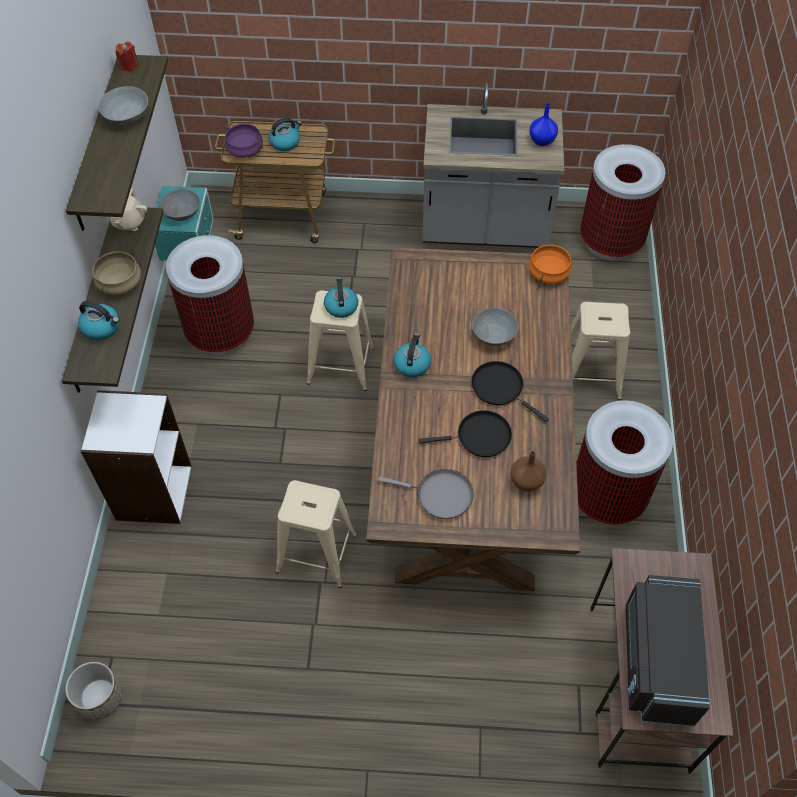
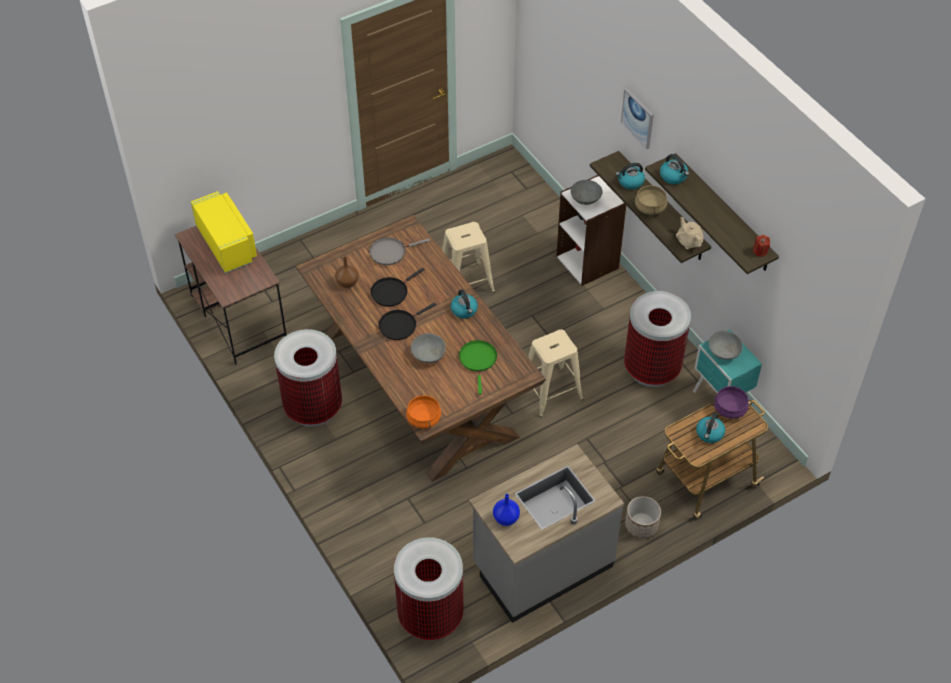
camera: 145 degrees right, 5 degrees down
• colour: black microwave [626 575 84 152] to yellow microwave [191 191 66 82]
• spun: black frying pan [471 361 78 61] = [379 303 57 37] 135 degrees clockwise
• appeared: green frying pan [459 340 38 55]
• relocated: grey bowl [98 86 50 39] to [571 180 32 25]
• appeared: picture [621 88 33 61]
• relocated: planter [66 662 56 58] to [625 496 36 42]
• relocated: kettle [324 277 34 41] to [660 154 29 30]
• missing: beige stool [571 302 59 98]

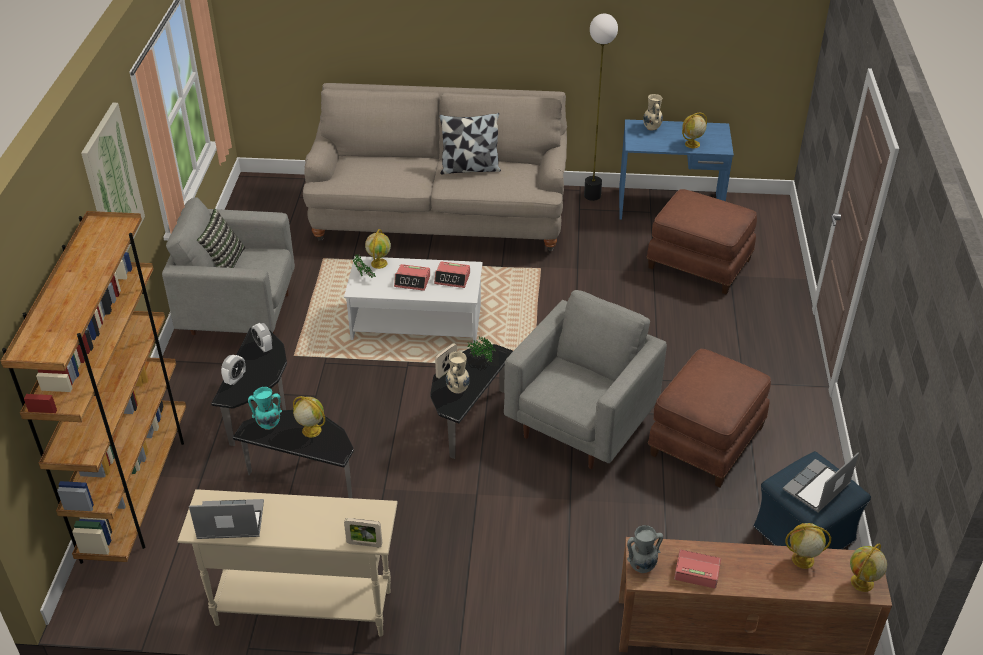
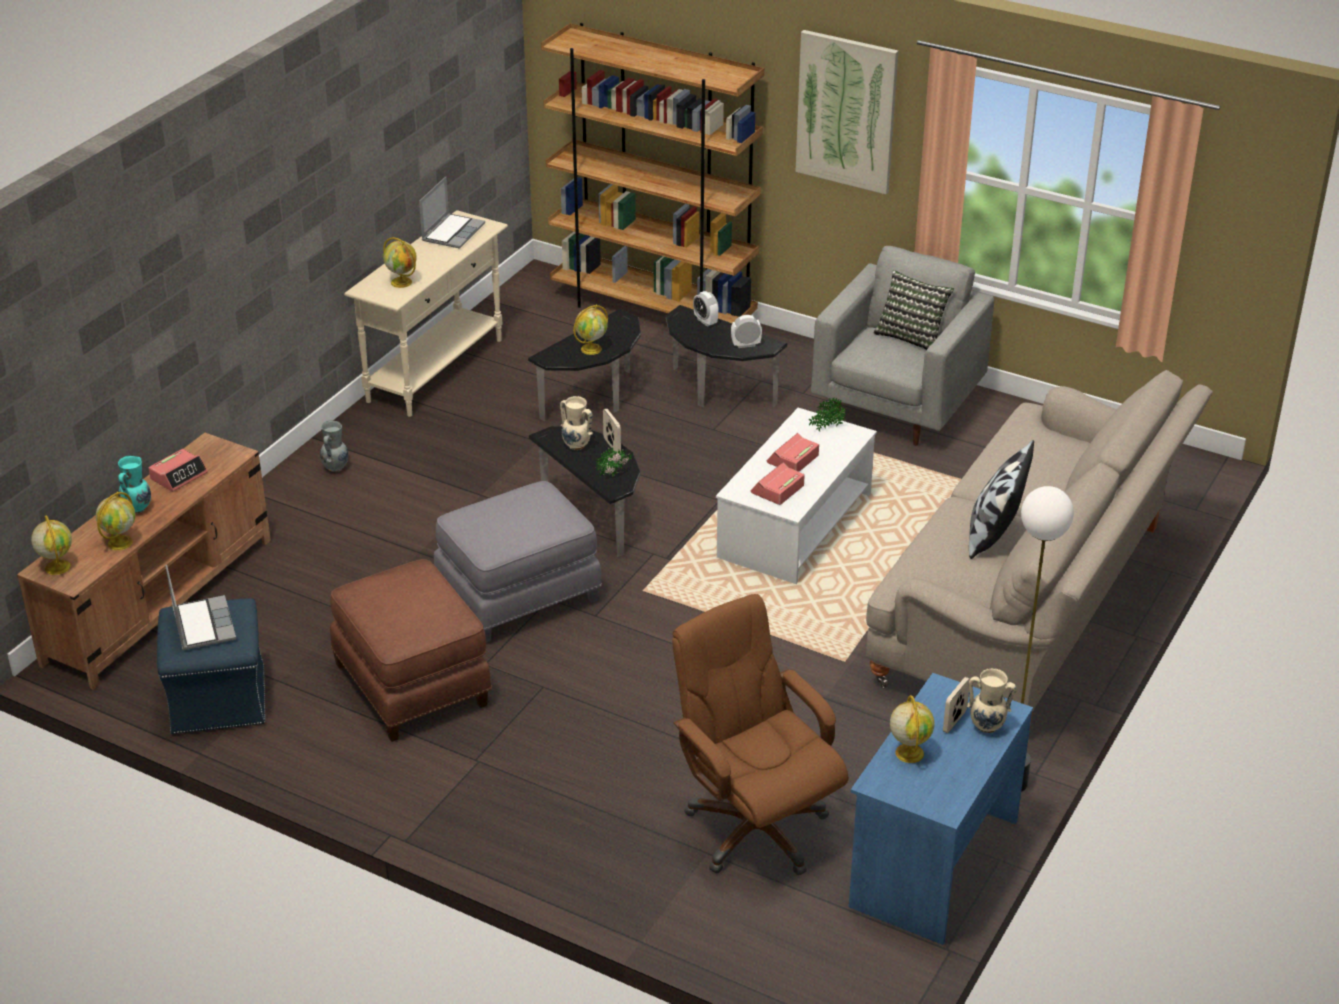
camera: 115 degrees right, 5 degrees down
• relocated: turquoise vase [248 387 34 43] to [118 456 33 57]
• relocated: grey vase [627 525 36 48] to [320 420 28 52]
• relocated: globe [365 229 26 40] to [383 237 34 51]
• exchanged: grey armchair [504 290 163 179] to grey ottoman [434 481 168 162]
• exchanged: brown ottoman [646 189 111 106] to brown office chair [672 594 176 282]
• relocated: picture frame [344 518 38 29] to [943 677 27 56]

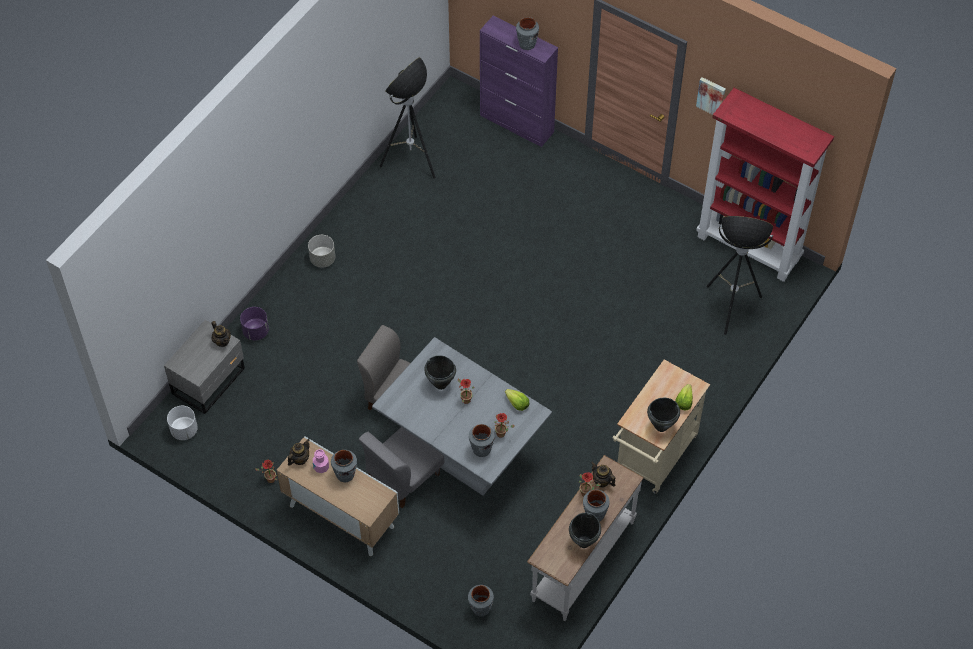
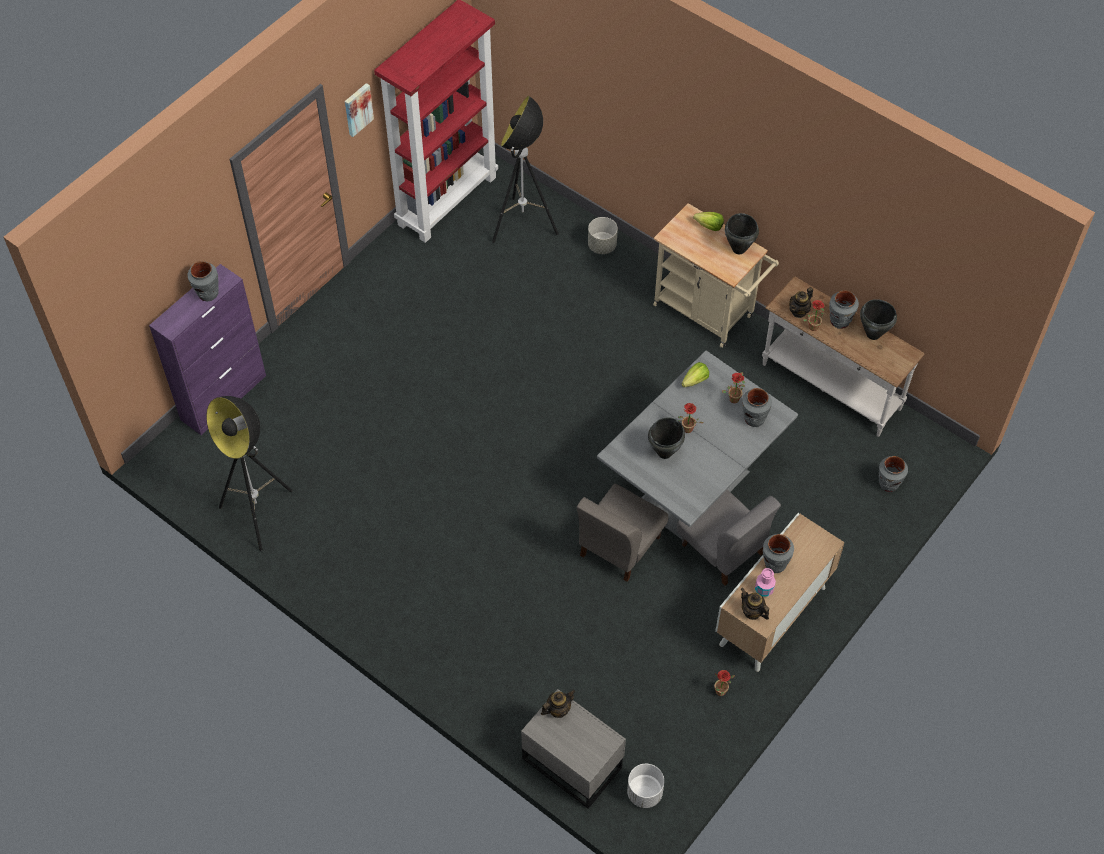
camera: 85 degrees left, 0 degrees up
• relocated: grey planter [308 235 27 33] to [588 217 30 37]
• missing: purple planter [240 307 29 33]

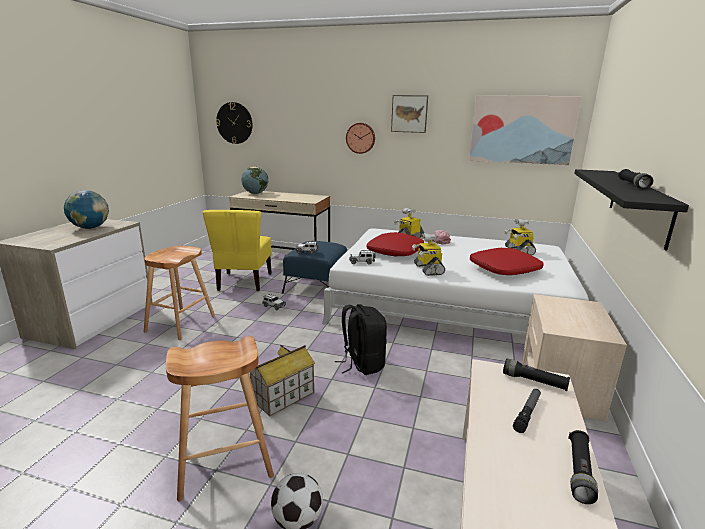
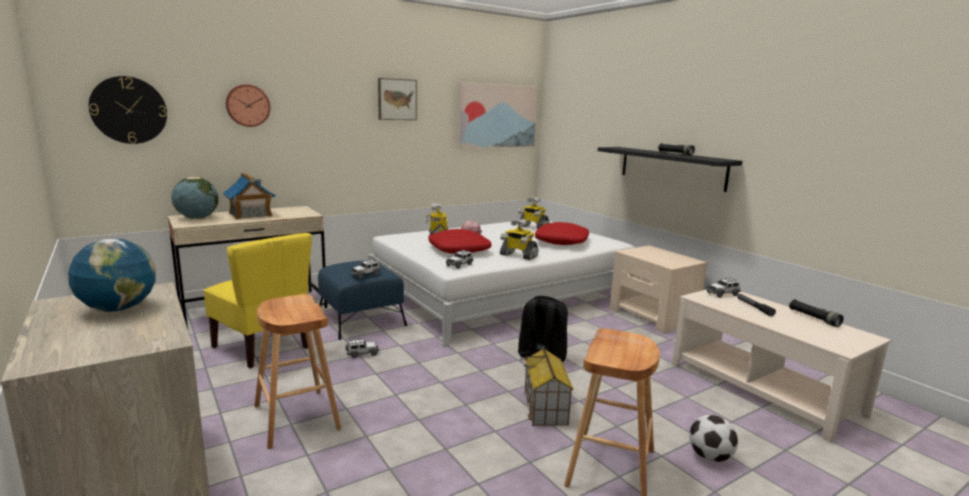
camera: 50 degrees left, 5 degrees down
• appeared: toy house [223 173 53 47]
• relocated: wall clock [346 123 29 31] to [226 84 44 43]
• exchanged: black flashlight [503 359 67 32] to toy car [706 278 35 20]

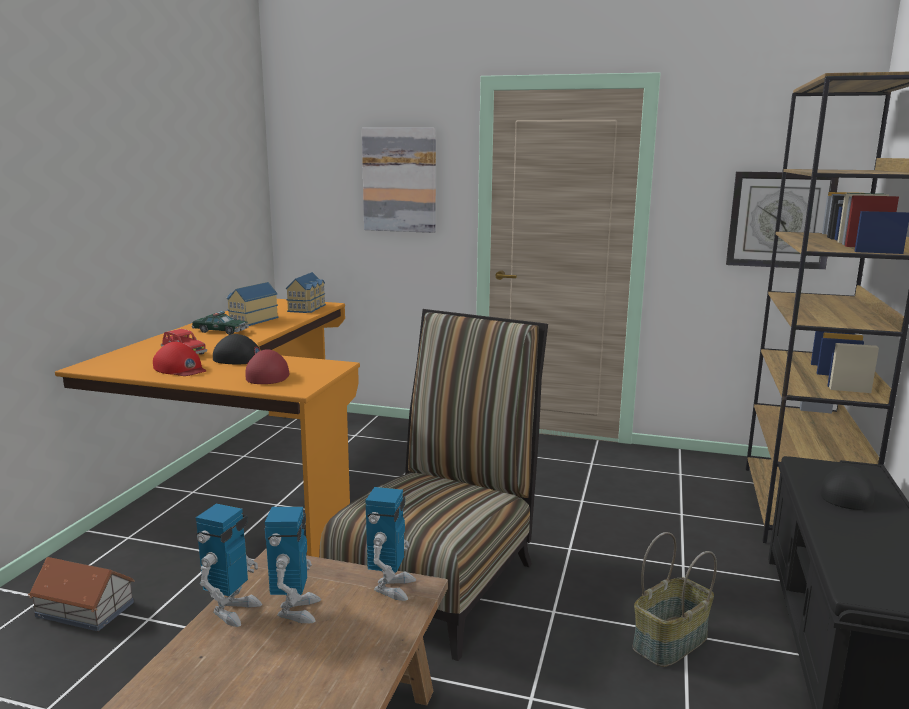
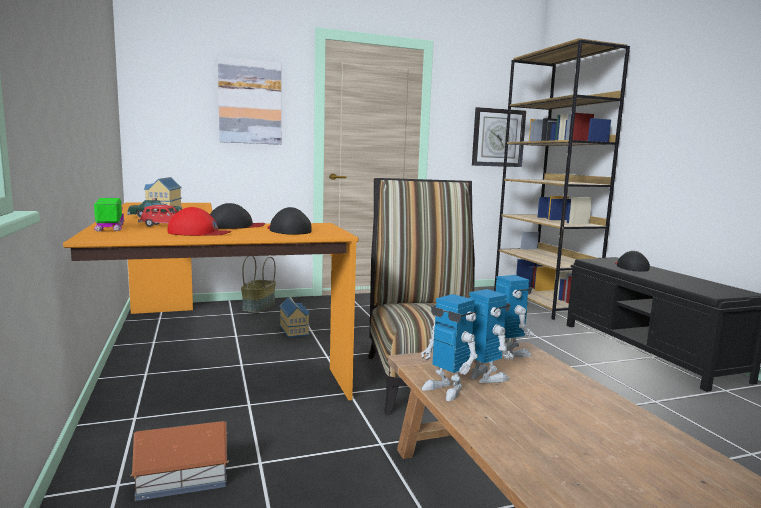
camera: 35 degrees left, 5 degrees down
• appeared: toy truck [94 198 30 34]
• relocated: basket [632 532 85 135] to [241 256 35 57]
• colour: red cap [245 349 44 35] to black cap [267 207 45 28]
• relocated: toy house [286 272 40 41] to [279 297 31 41]
• spun: toy robot [196 504 66 123] = [421 294 57 107] 150 degrees clockwise

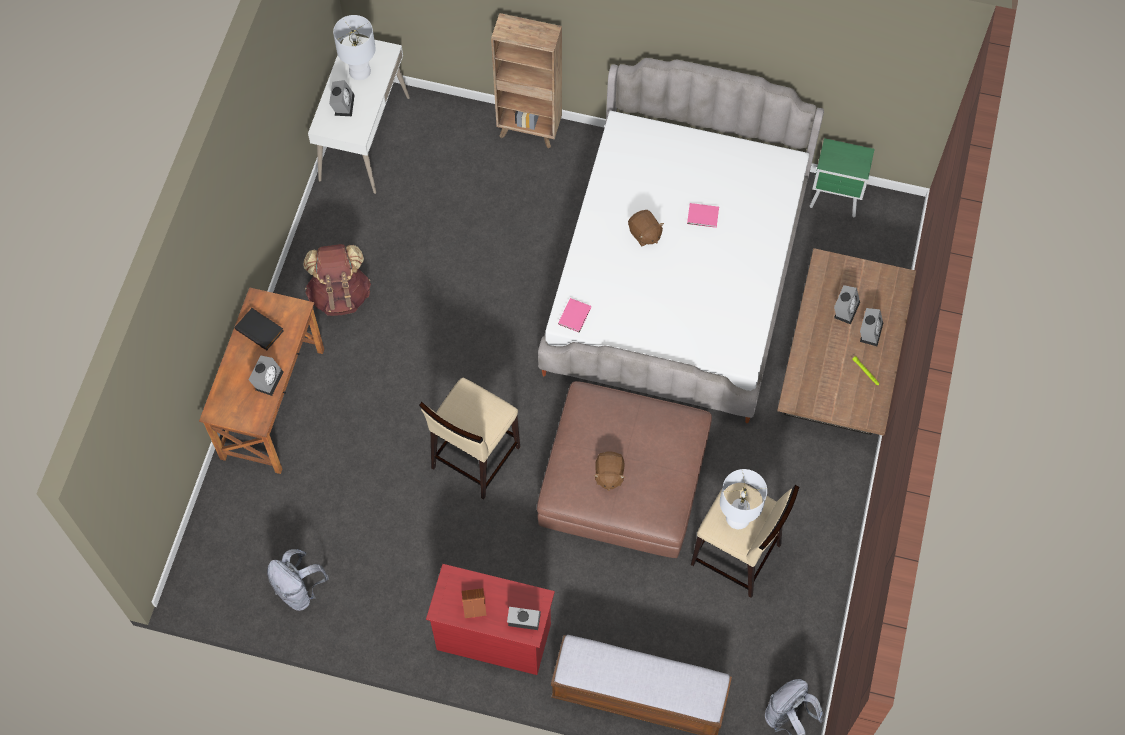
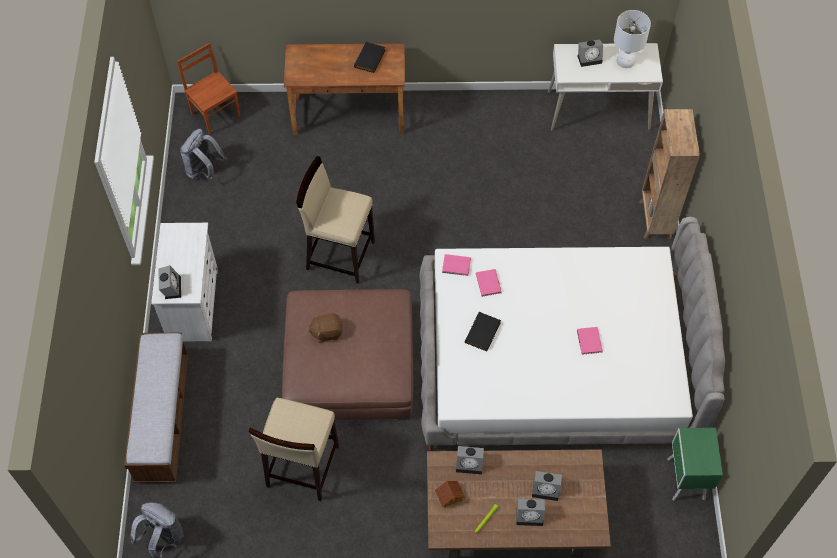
camera: 75 degrees right, 5 degrees down
• colour: red dresser [426 564 129 111] to white dresser [151 223 67 118]
• appeared: brown chair [177 43 63 92]
• relocated: toy house [462 588 25 30] to [435 481 30 27]
• relocated: alarm clock [249 355 34 41] to [456 446 28 28]
• appeared: black book [465 312 36 39]
• appeared: pink book [476 269 26 28]
• missing: brown backpack [304 244 67 72]
• missing: brown plush toy [628 210 36 36]
• missing: white table lamp [720 469 47 60]

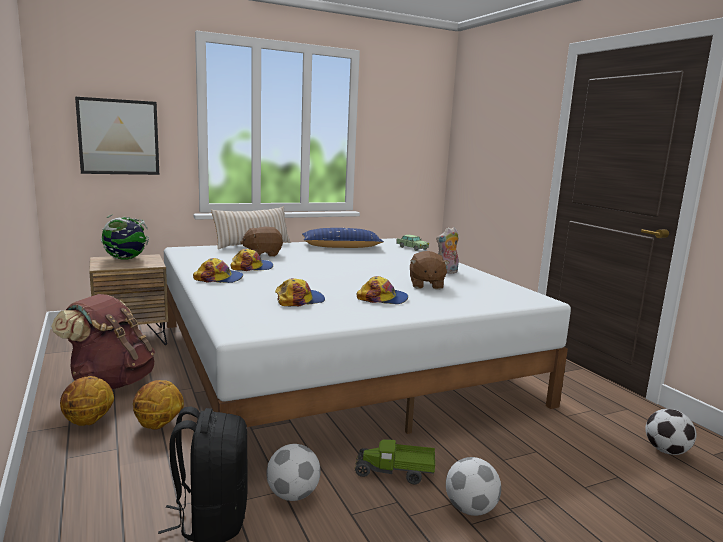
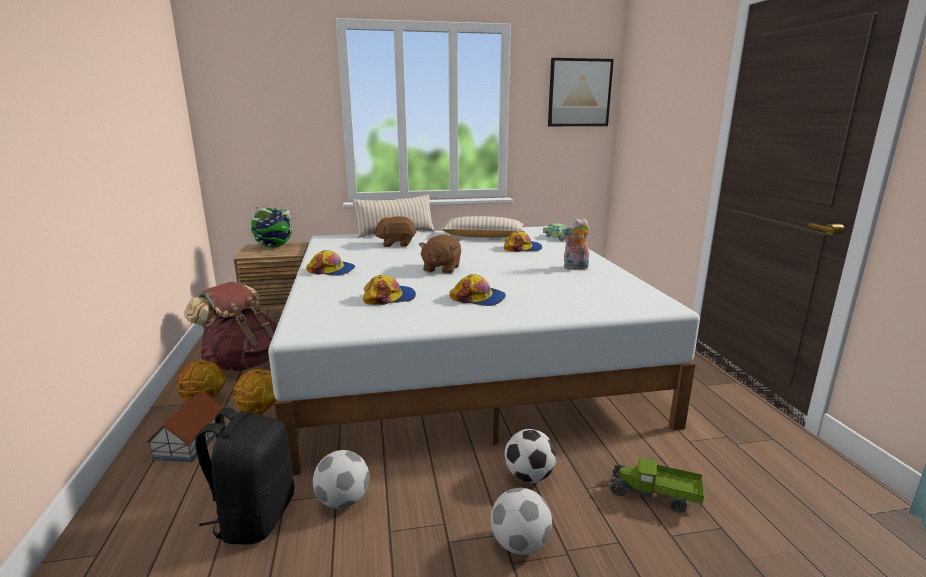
camera: 15 degrees right, 5 degrees up
• appeared: toy house [146 390 80 72]
• relocated: brown plush toy [410 251 40 39] to [419 234 42 40]
• colour: blue pillow [302 228 82 20] to beige pillow [440 216 84 22]
• relocated: cap [230 249 43 22] to [504 231 38 21]
• relocated: football [645 409 51 46] to [505 429 51 54]
• relocated: picture [75 97 84 78] to [548 58 66 68]
• relocated: toy truck [354 439 81 46] to [609 458 95 55]

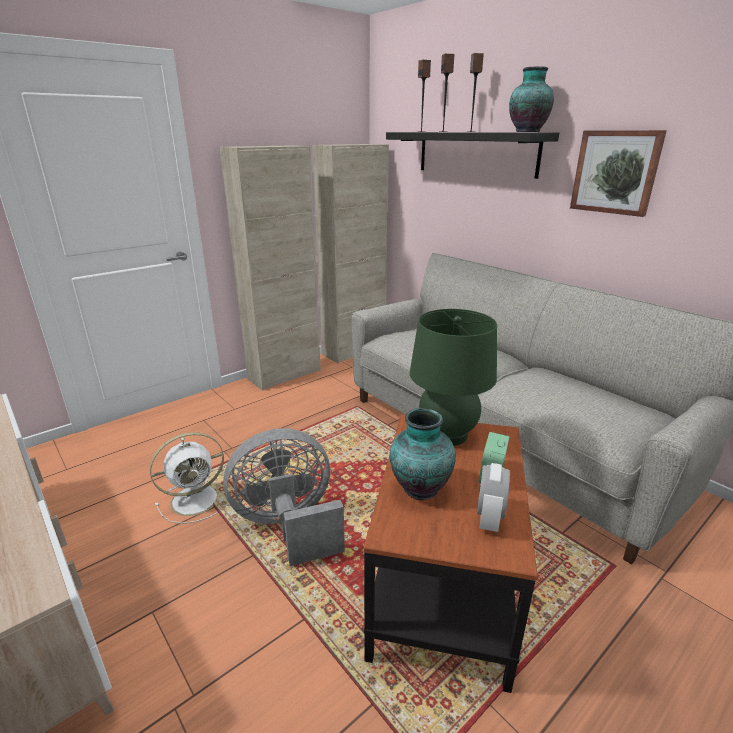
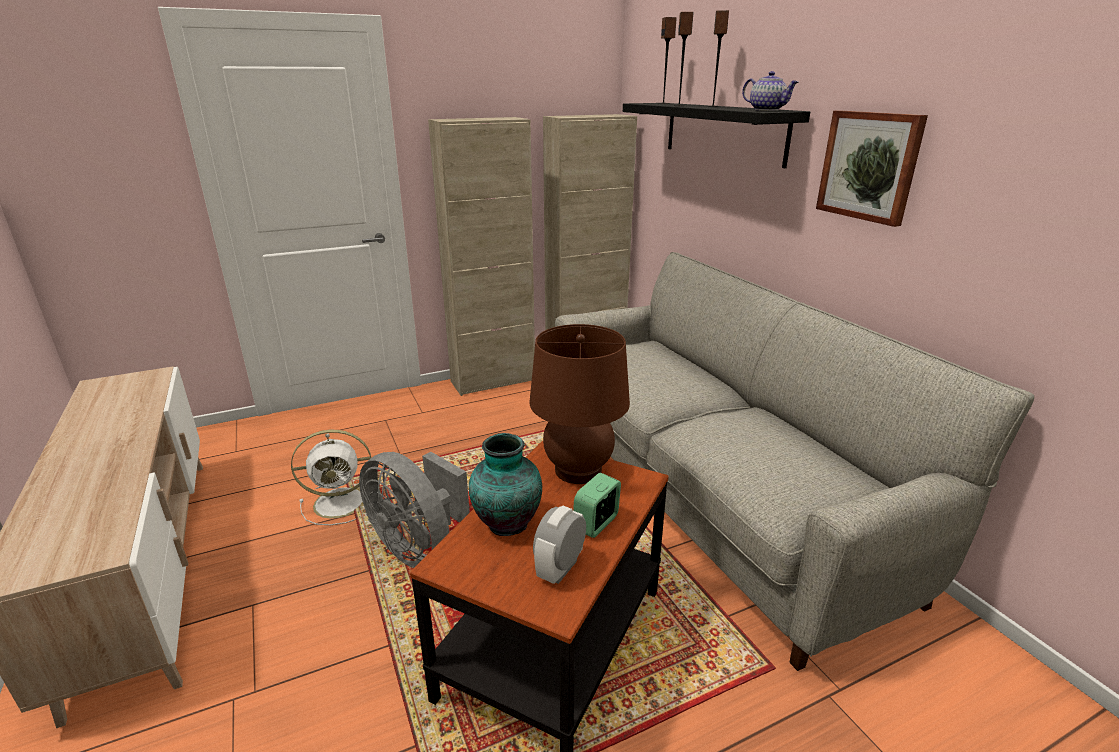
camera: 15 degrees right, 0 degrees up
• spun: grey fan [223 428 122 138] = [359 452 111 116] 135 degrees counterclockwise
• colour: green table lamp [410 309 87 137] to brown table lamp [529 324 101 160]
• exchanged: vase [509 66 45 66] to teapot [742 71 56 40]

